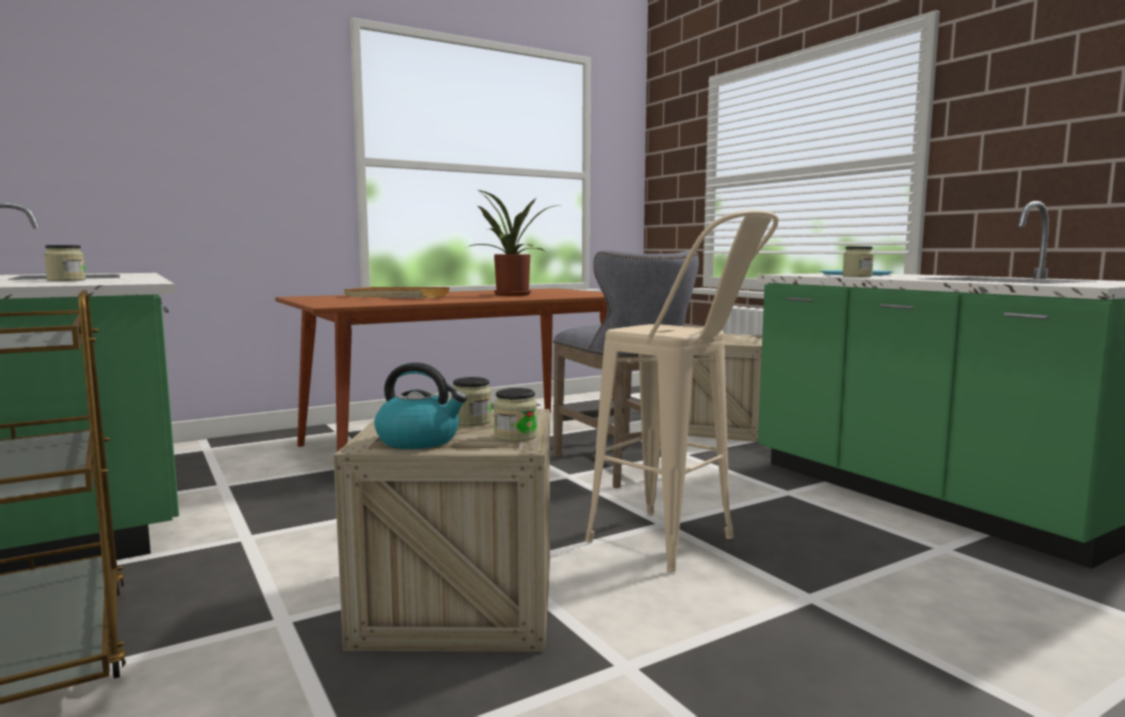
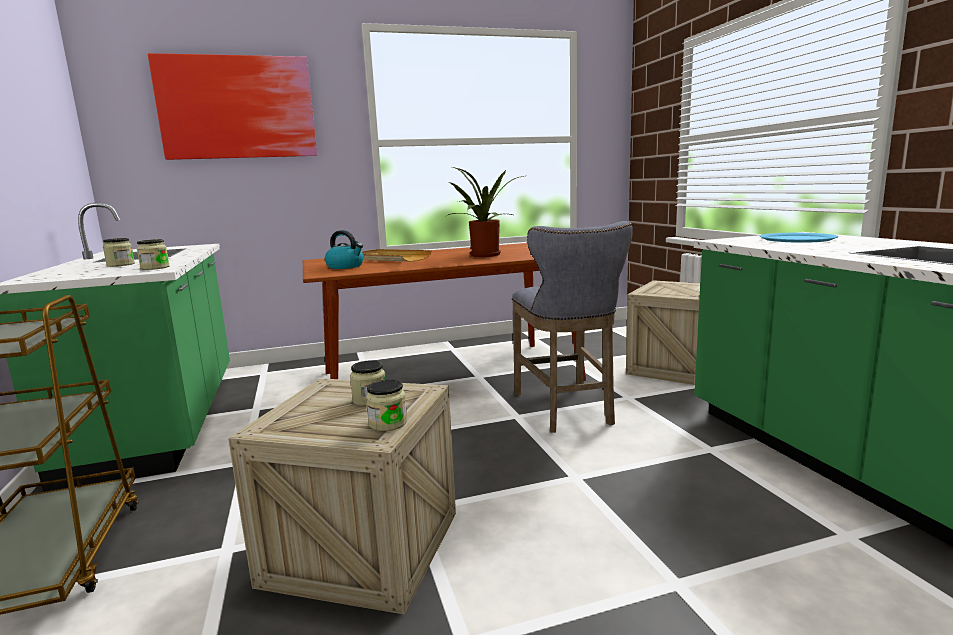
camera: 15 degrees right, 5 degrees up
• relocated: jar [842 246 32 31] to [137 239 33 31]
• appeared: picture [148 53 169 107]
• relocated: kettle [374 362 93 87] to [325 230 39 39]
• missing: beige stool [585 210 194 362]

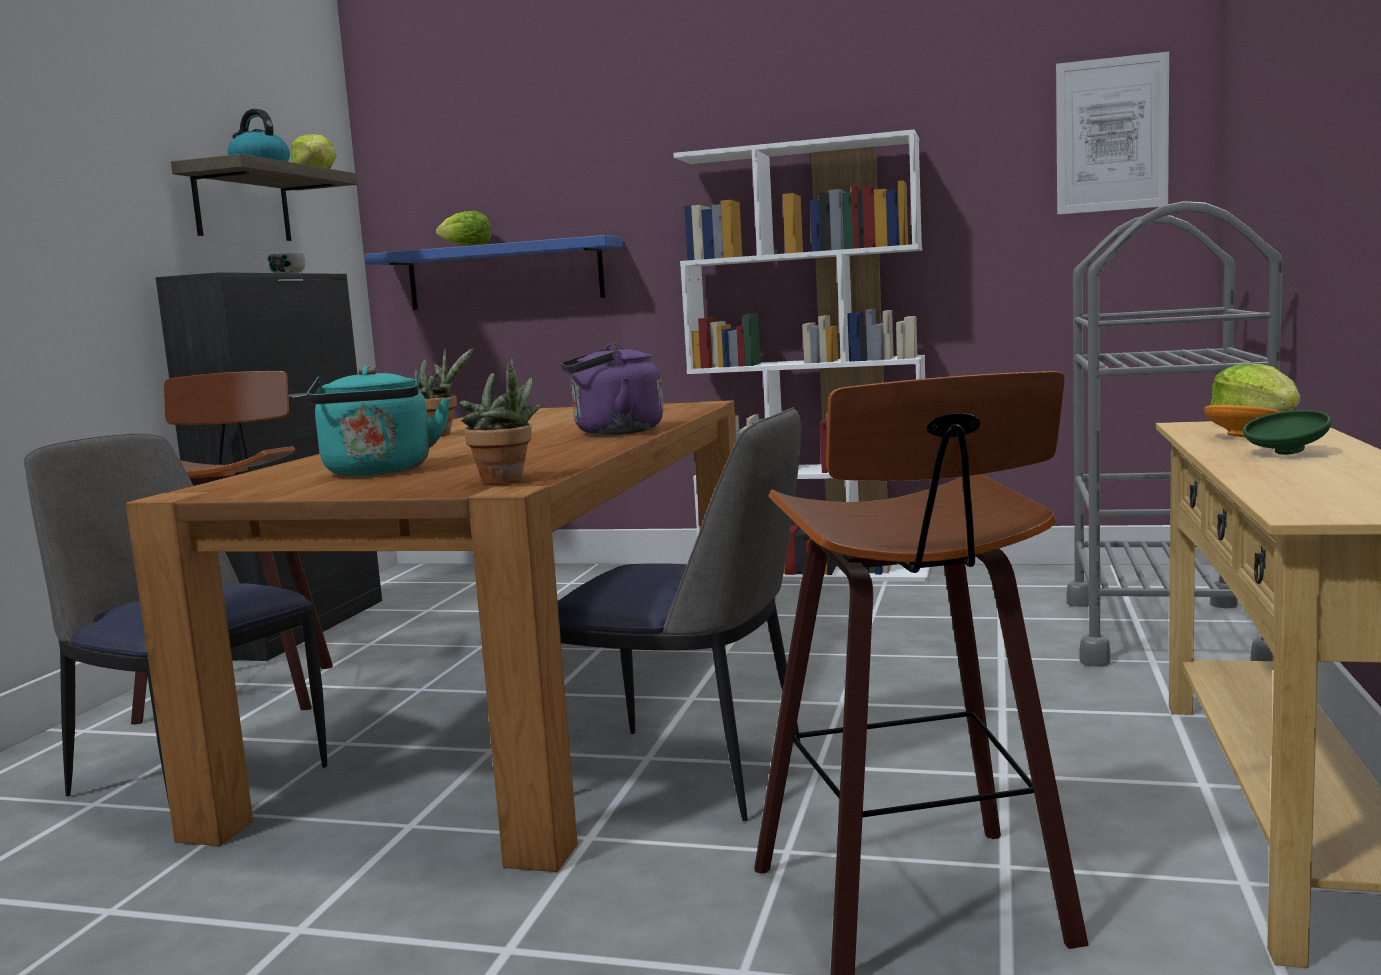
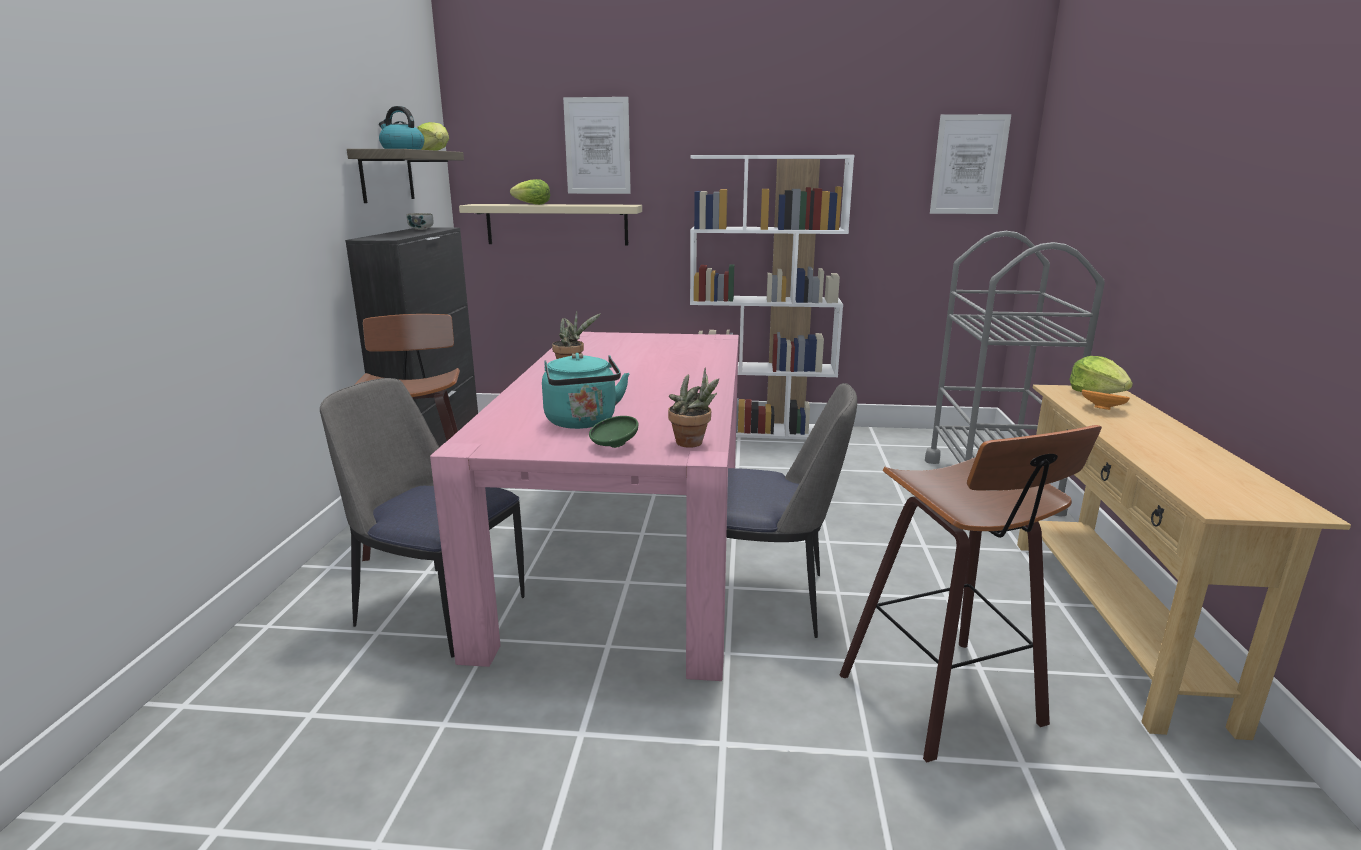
camera: 10 degrees left, 10 degrees up
• colour: brown dining table [126 400 610 472] to pink dining table [430 332 309 349]
• colour: blue shelf [365 235 258 75] to beige shelf [459 204 183 41]
• appeared: picture [563 97 68 97]
• relocated: green bowl [1242 410 90 45] to [589 416 50 32]
• missing: purple kettle [561 343 102 92]

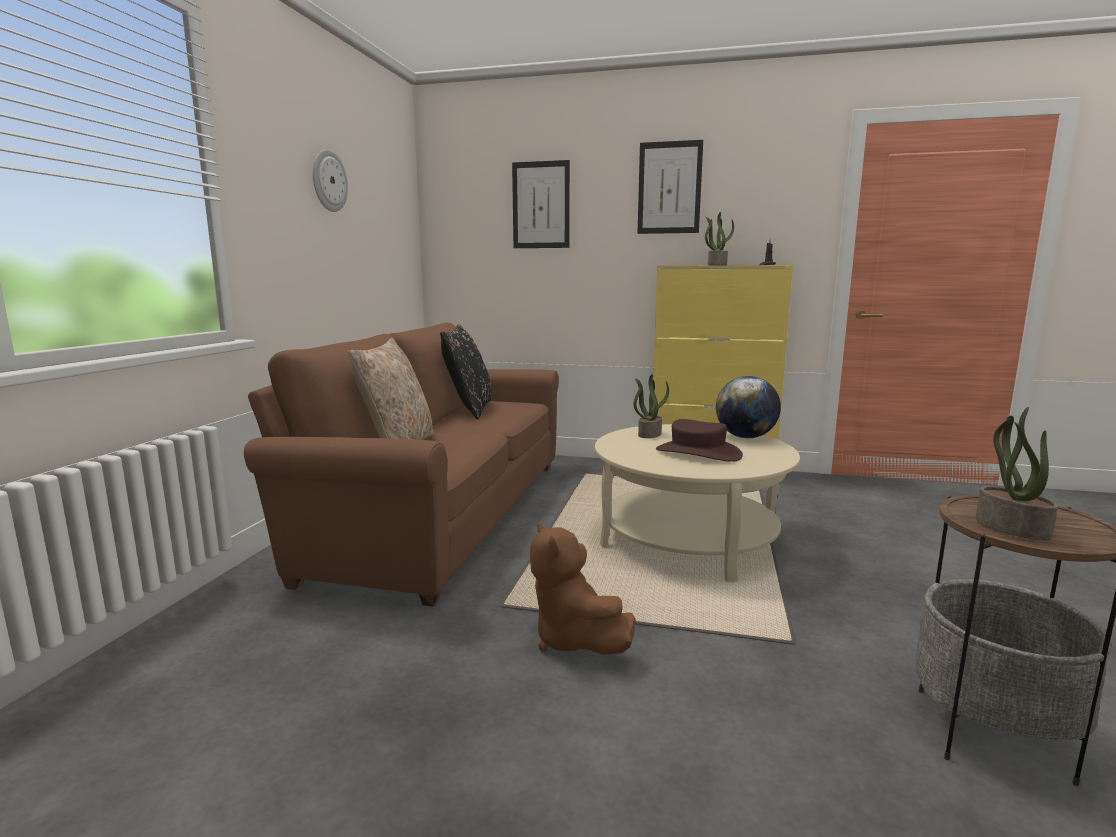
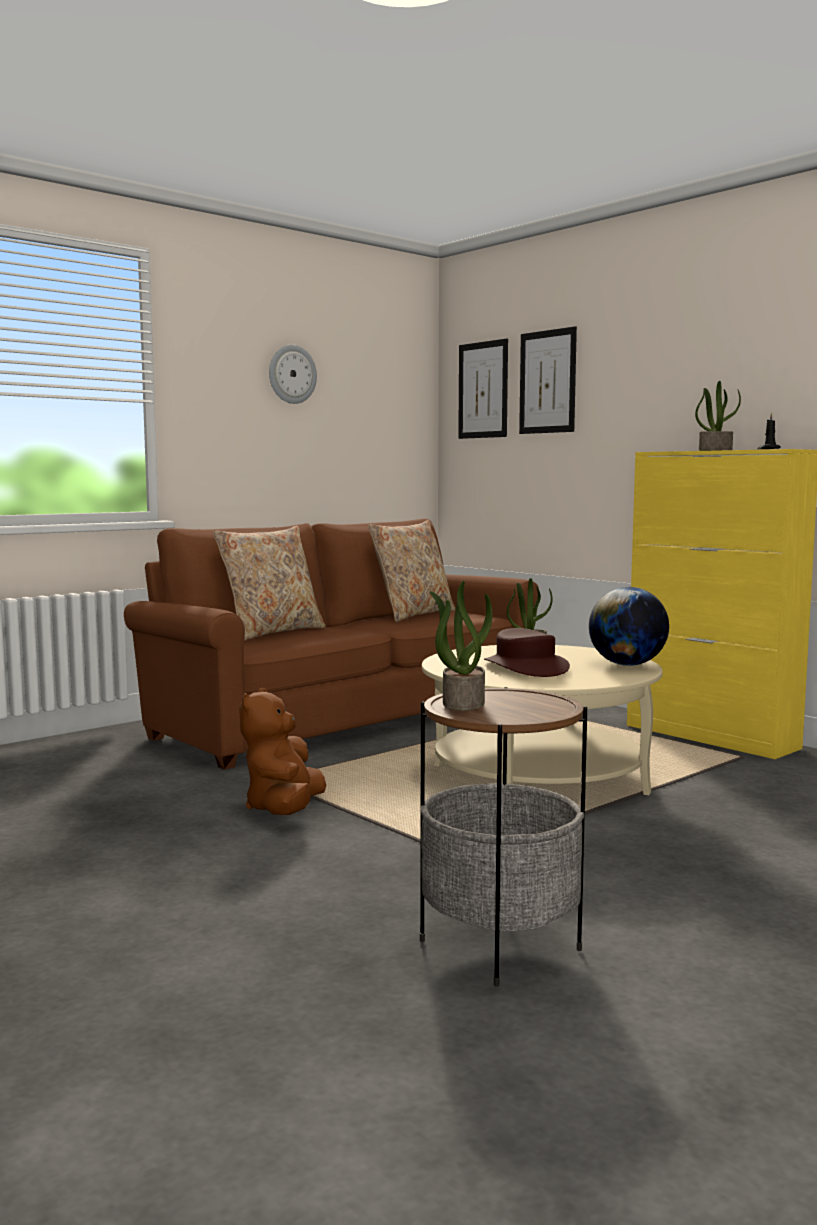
camera: 35 degrees right, 5 degrees down
• colour: black pillow [440 324 51 95] to beige pillow [368 520 87 102]
• relocated: picture [638 140 65 94] to [458 339 50 100]

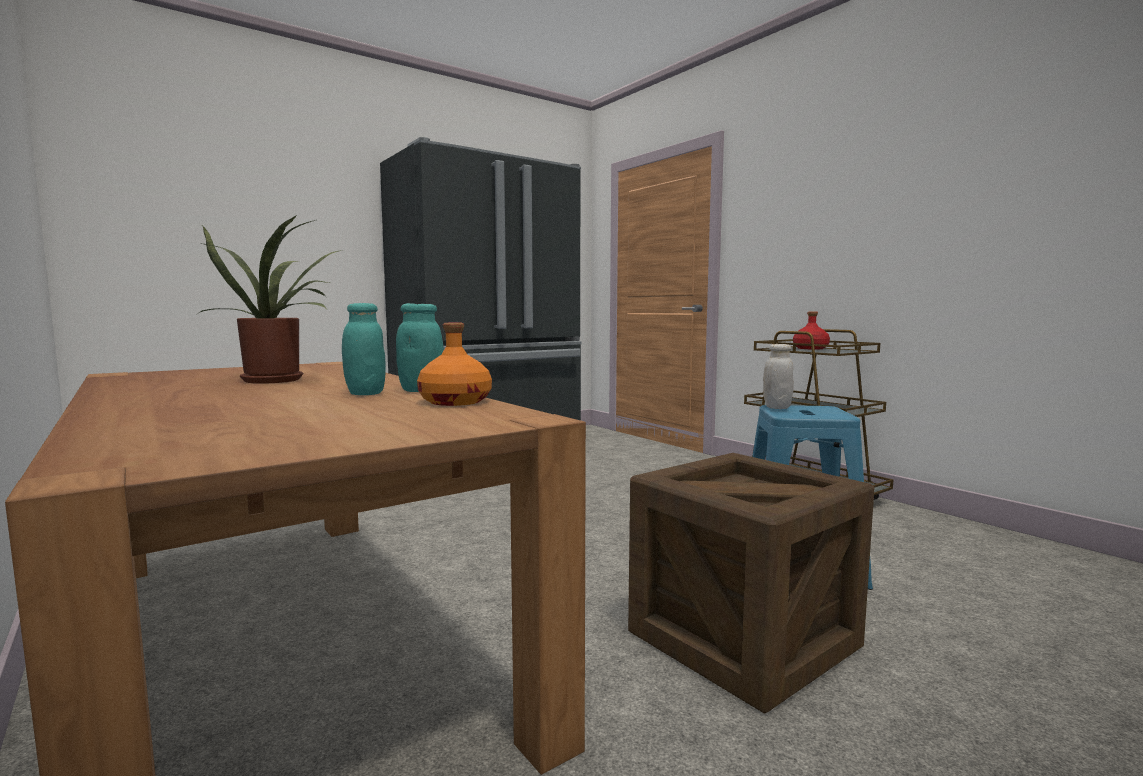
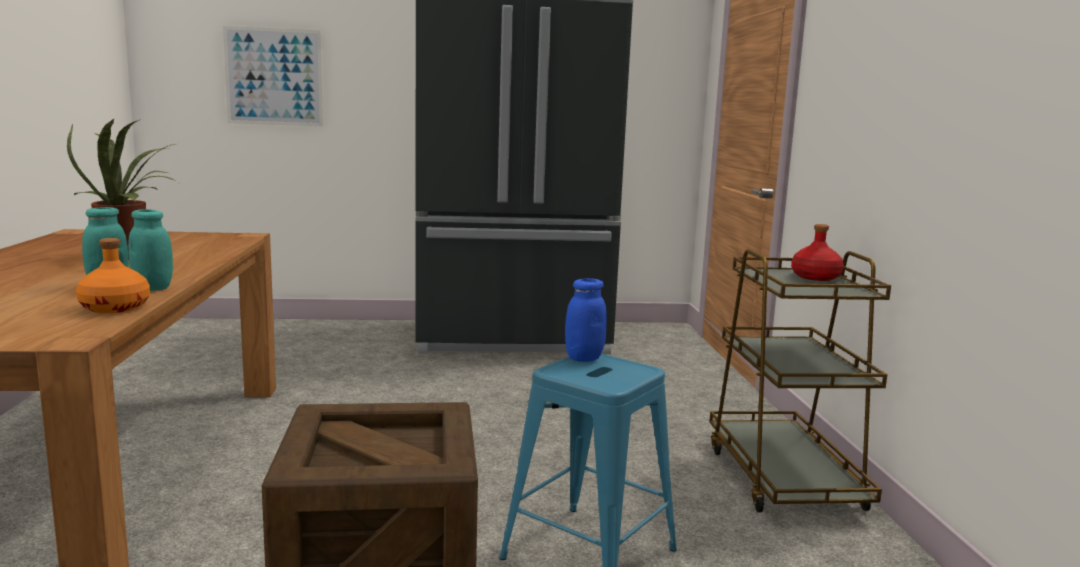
camera: 30 degrees right, 5 degrees up
• appeared: picture [223 26 100 100]
• colour: white jar [763 344 31 65] to blue jar [565 278 42 84]

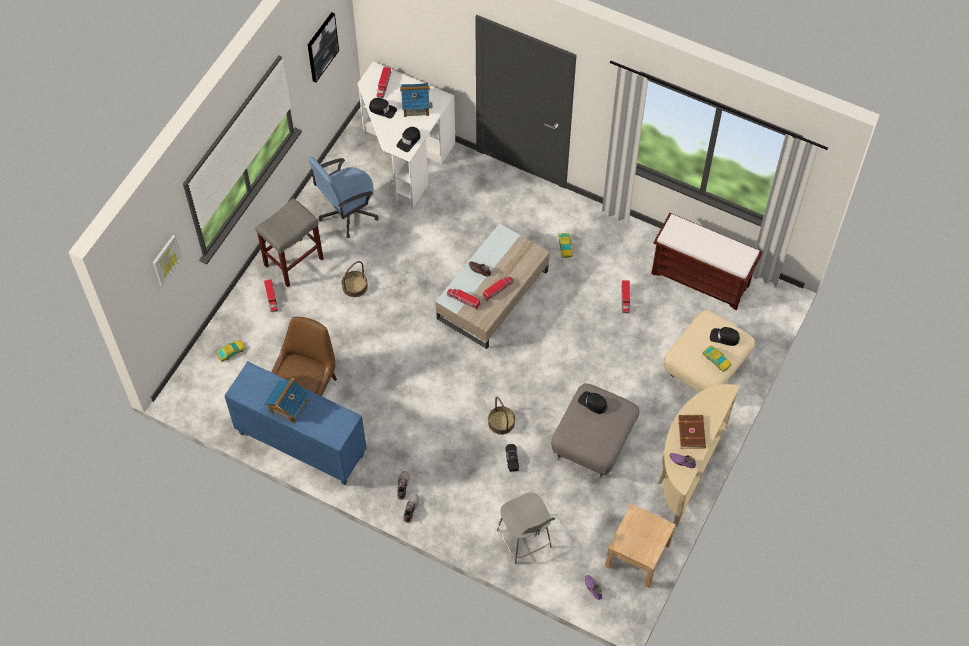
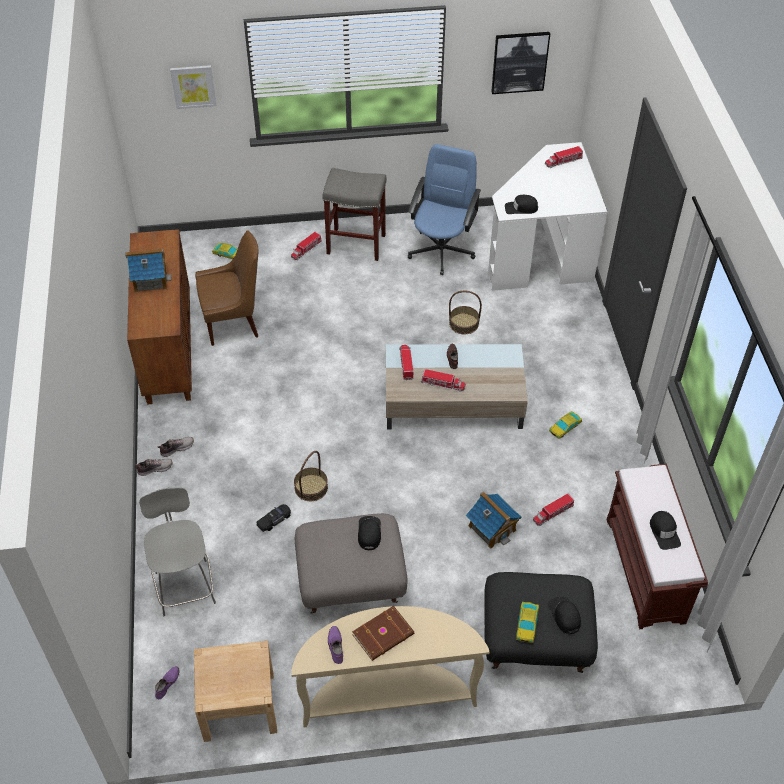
camera: 55 degrees right, 10 degrees down
• colour: blue cabinet [224 361 143 124] to brown cabinet [127 229 65 176]
• spun: grey chair [497 493 58 71] = [139 488 77 129] 135 degrees clockwise
• spun: blue office chair [308 157 71 81] = [408 144 73 131] 90 degrees clockwise
• relocated: basket [342 261 26 36] to [449 291 33 43]
• relocated: toy house [400 83 33 34] to [466 492 56 57]
• colour: beige ottoman [664 310 91 82] to black ottoman [484 572 114 101]
• relocated: black cap [369 98 28 20] to [650 511 31 39]

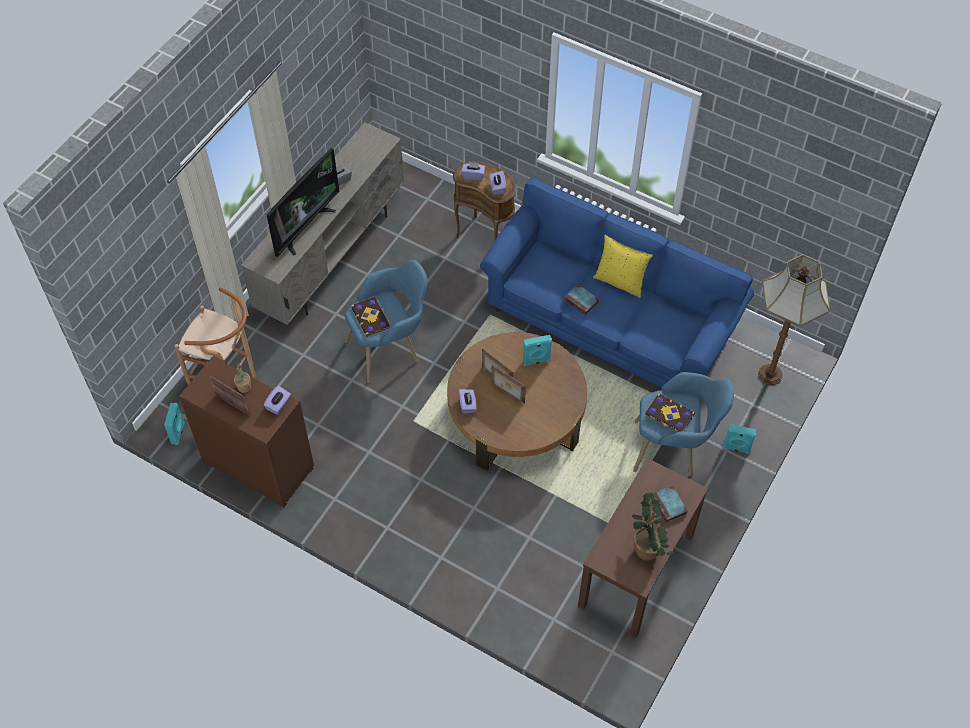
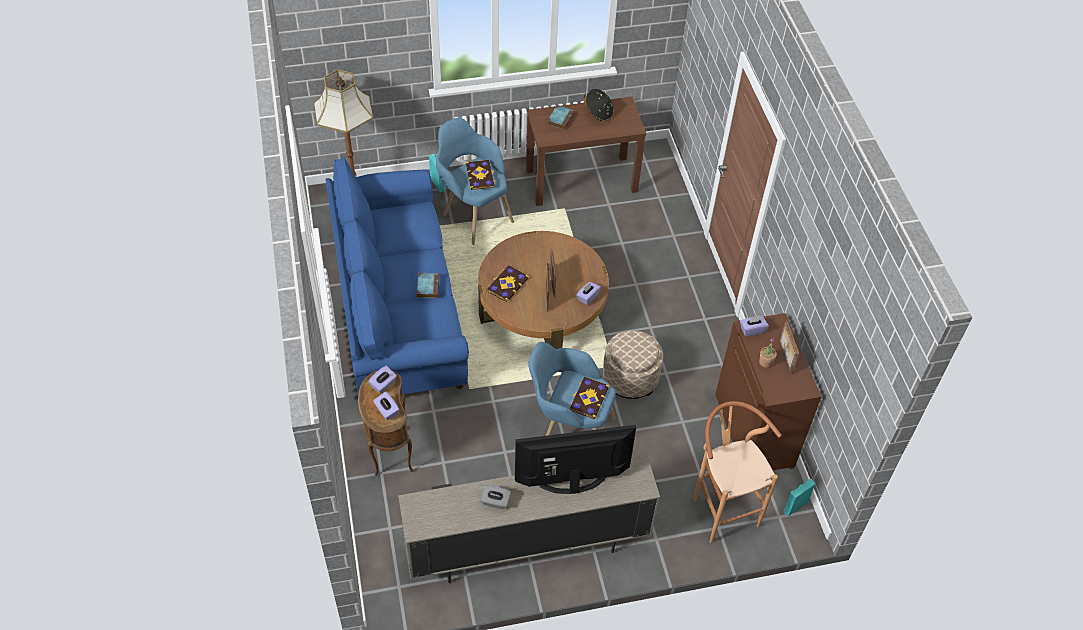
camera: 135 degrees left, 5 degrees down
• exchanged: turquoise speaker [523 335 29 31] to book [487 265 42 37]
• exchanged: potted plant [632 493 41 68] to black hat [584 89 30 32]
• appeared: beige ottoman [603 330 60 69]
• missing: yellow pillow [593 235 60 63]

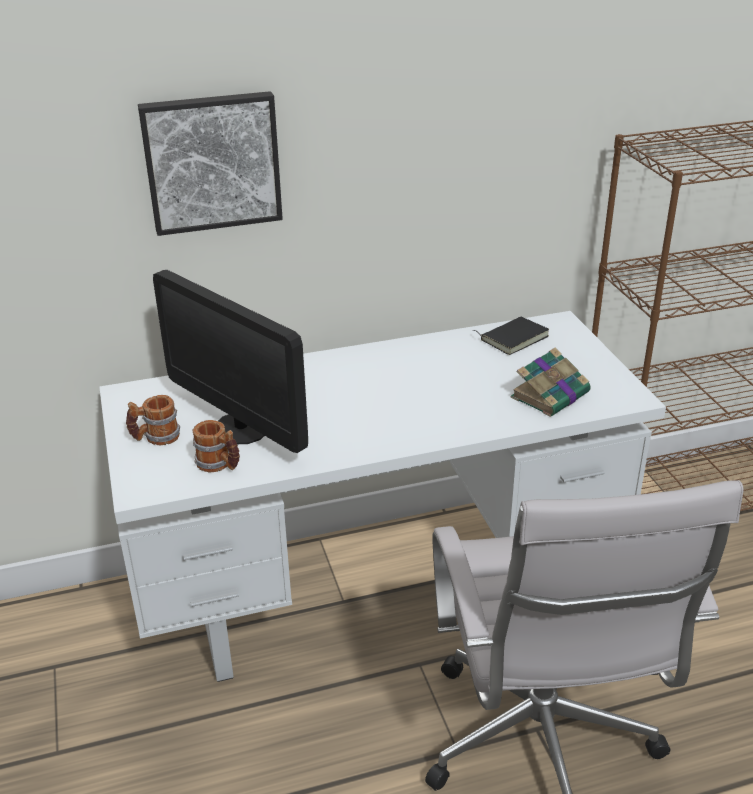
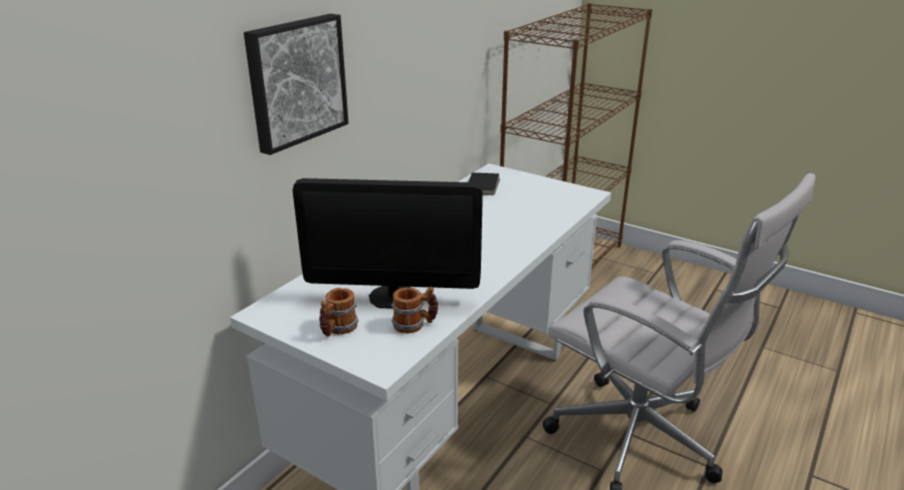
camera: 40 degrees left, 5 degrees down
• missing: book [511 347 80 70]

